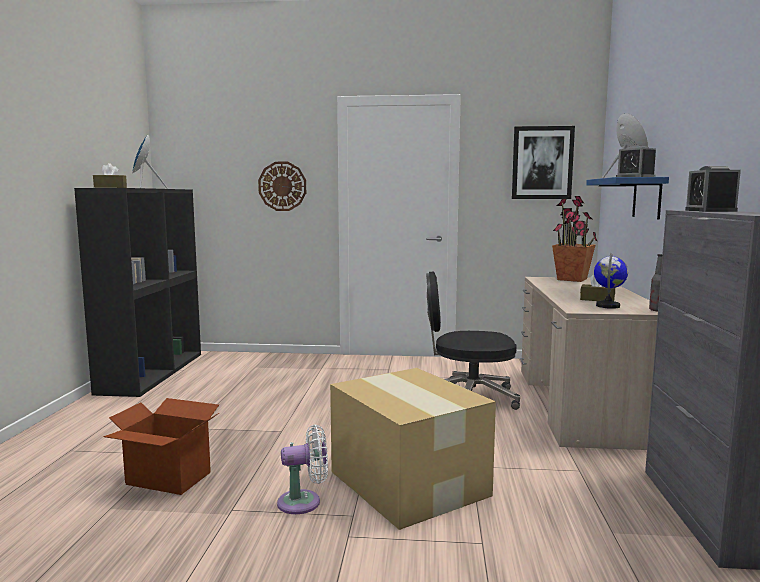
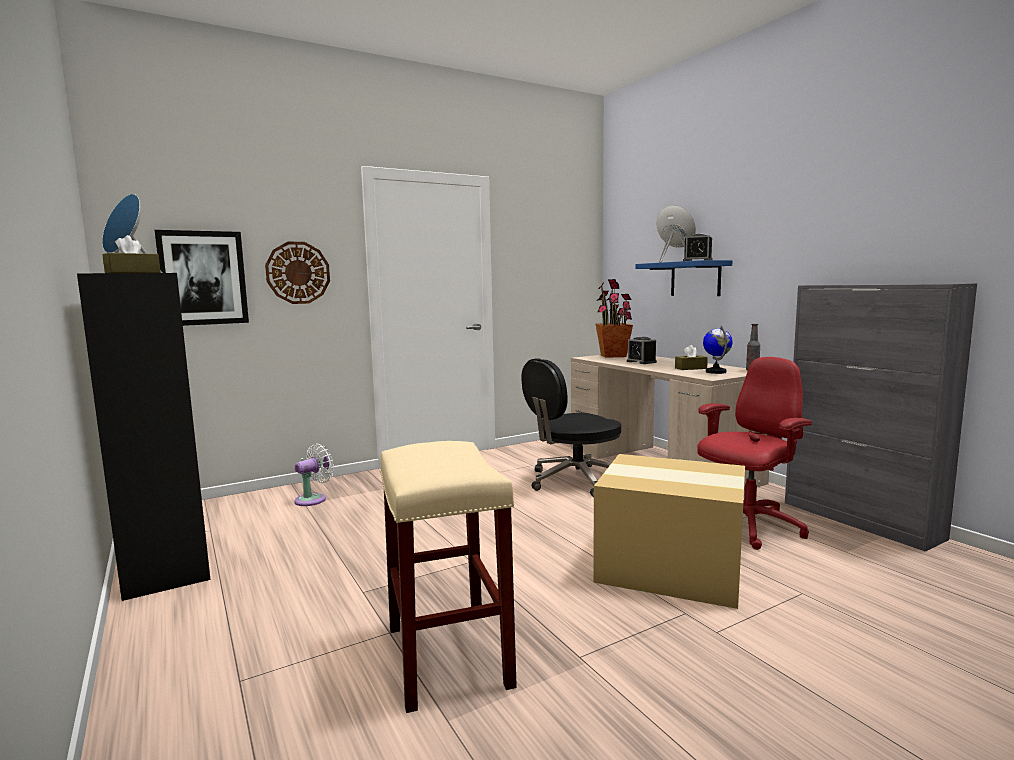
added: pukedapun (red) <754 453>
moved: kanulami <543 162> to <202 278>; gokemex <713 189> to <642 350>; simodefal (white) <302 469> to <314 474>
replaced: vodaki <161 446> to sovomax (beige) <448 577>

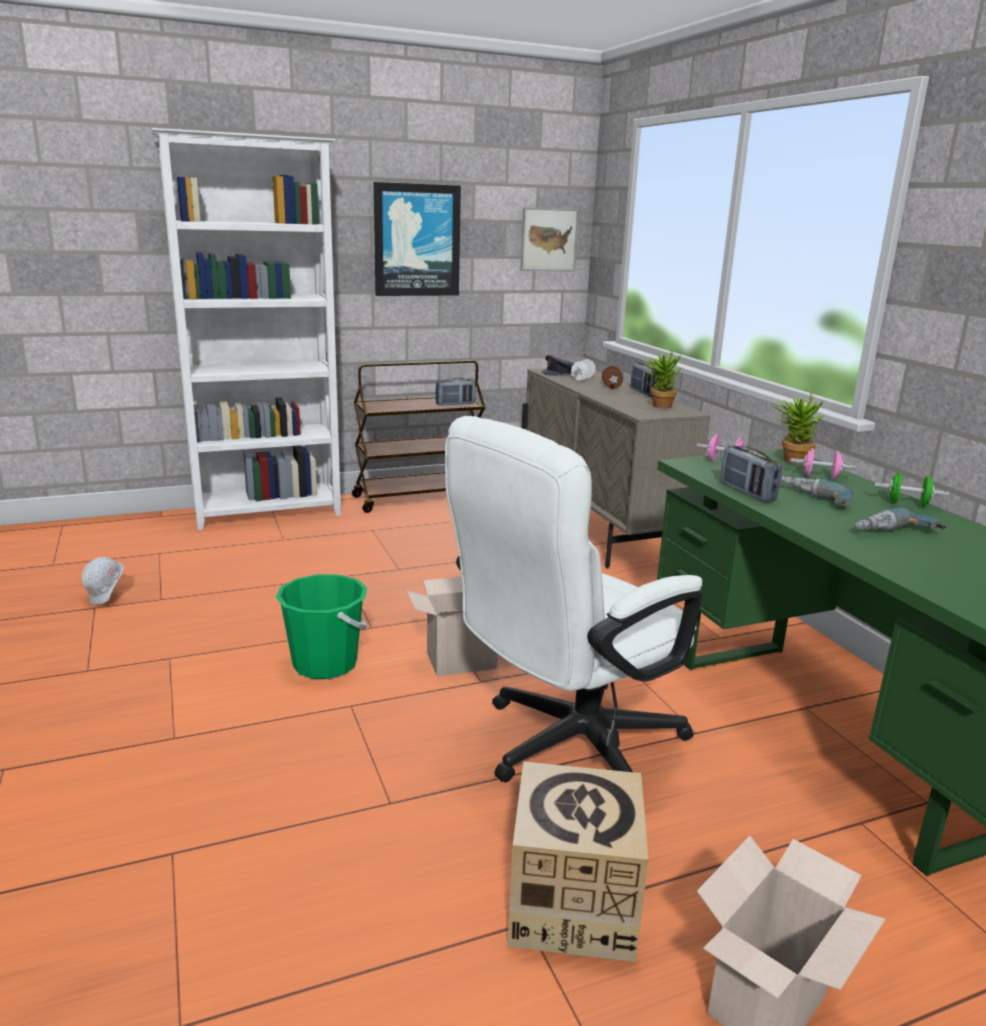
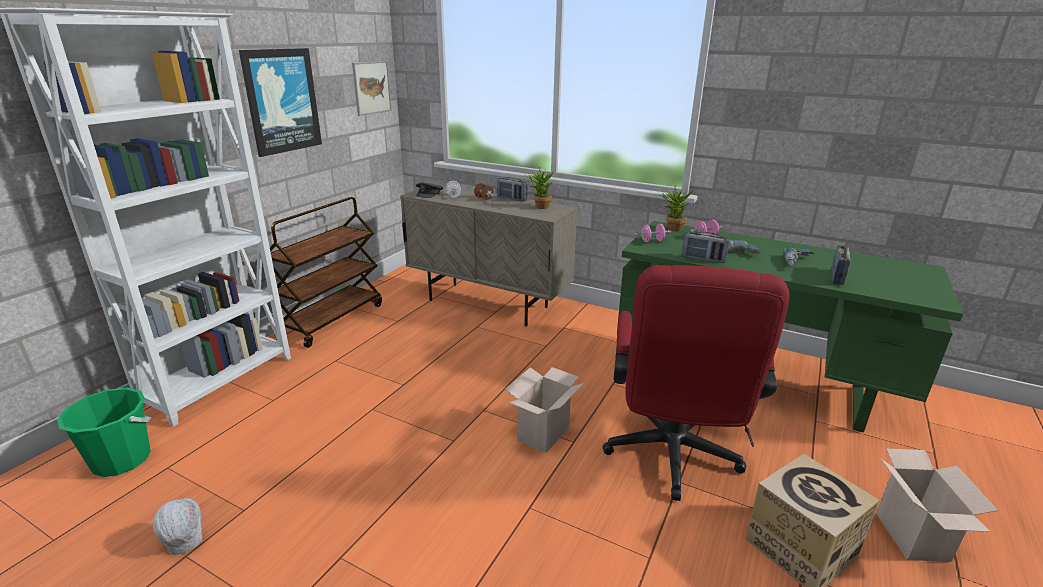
removed: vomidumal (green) <911 489>
moved: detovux <455 391> to <841 265>; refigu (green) <321 626> to <104 432>
recoloured: pukedapun (white) <573 599> to pukedapun (red) <696 383>

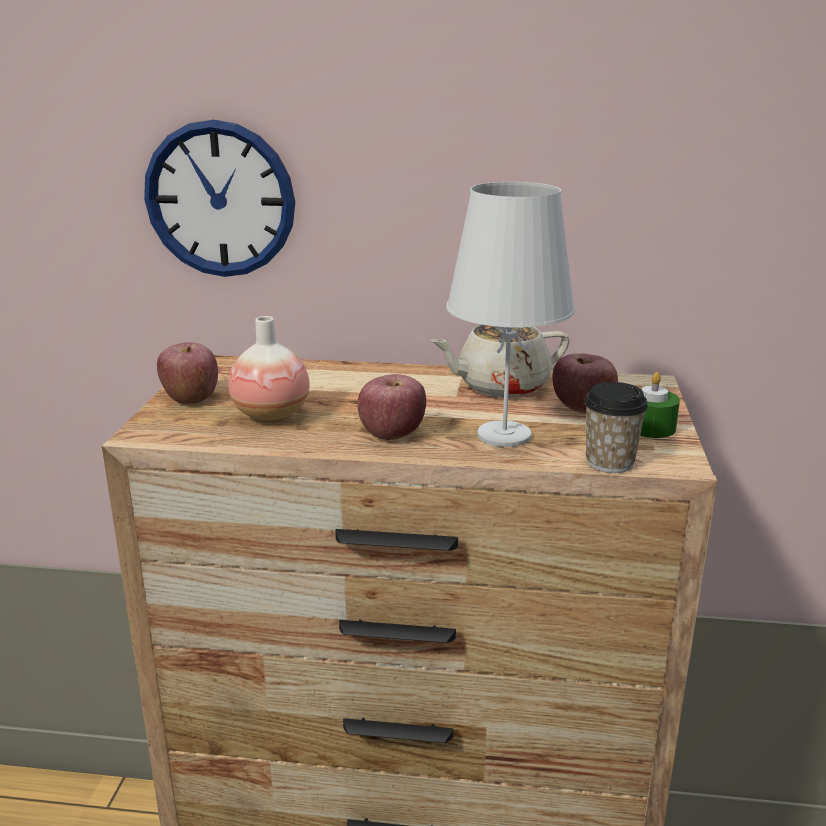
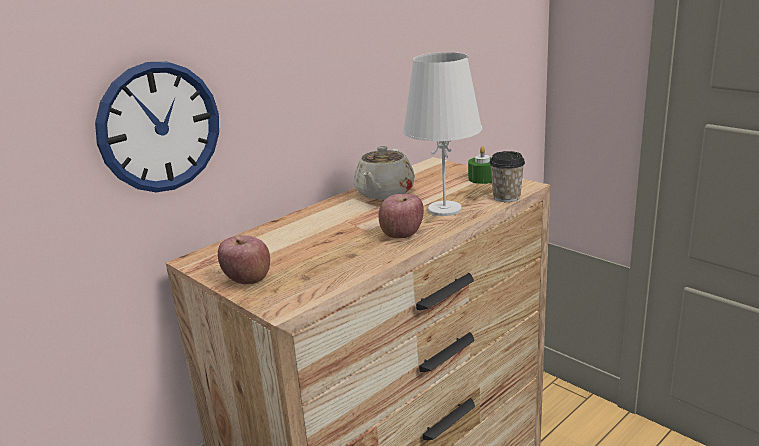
removed: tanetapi <268 369>; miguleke <585 383>

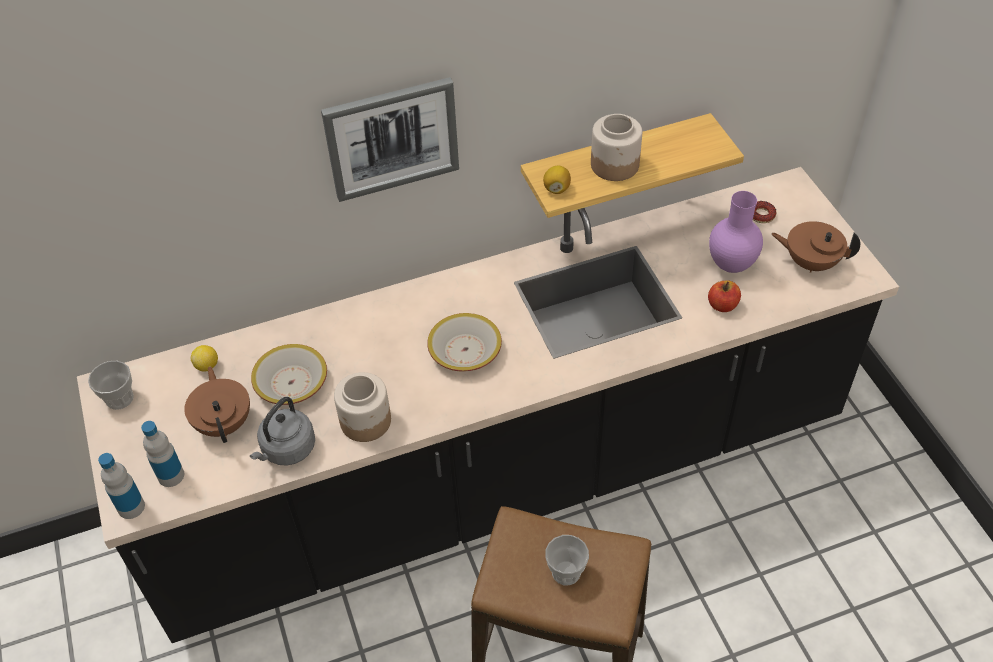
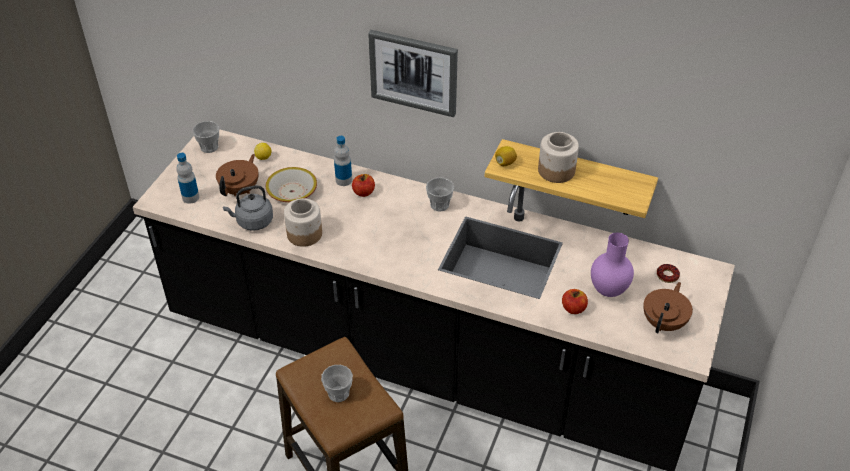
removed: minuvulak <464 342>
added: miguleke <363 185>; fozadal <440 194>
moved: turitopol <121 486> to <343 161>
turned: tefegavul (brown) <815 247> = <668 307> 60 degrees clockwise

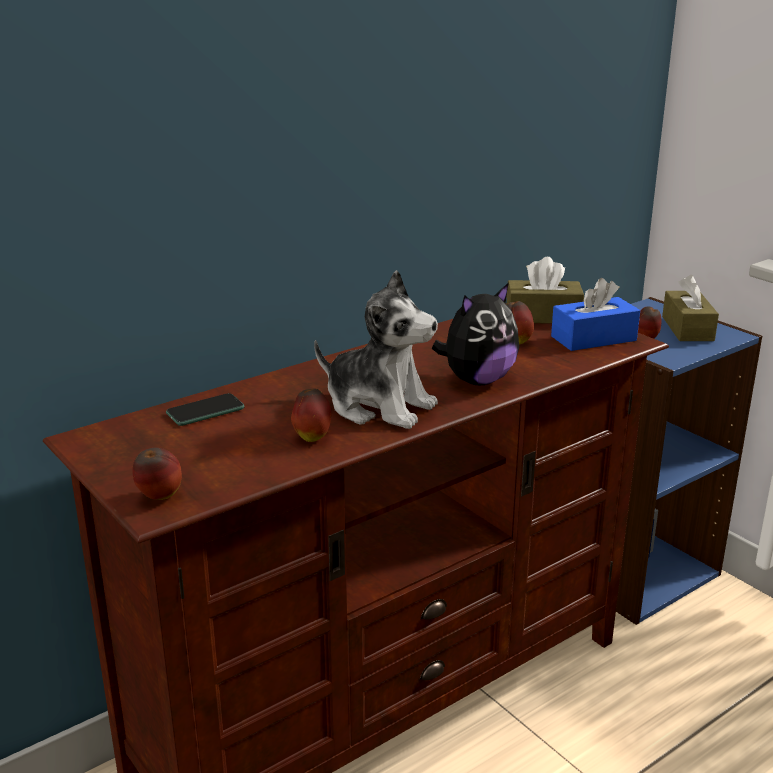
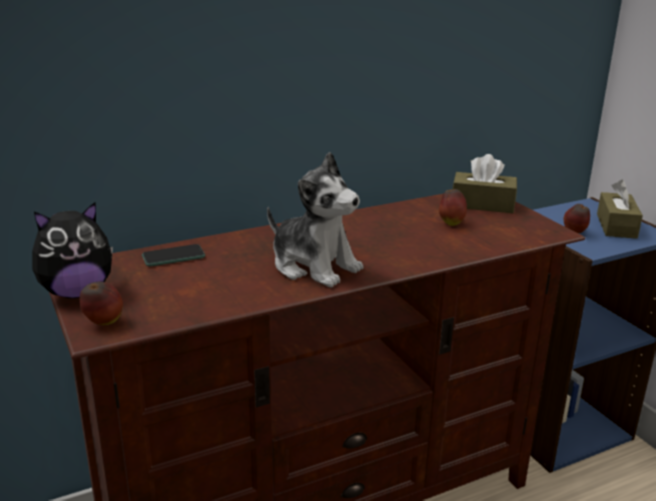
removed: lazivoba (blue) <595 314>; miguleke <311 415>
moved: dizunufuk <475 334> to <72 250>

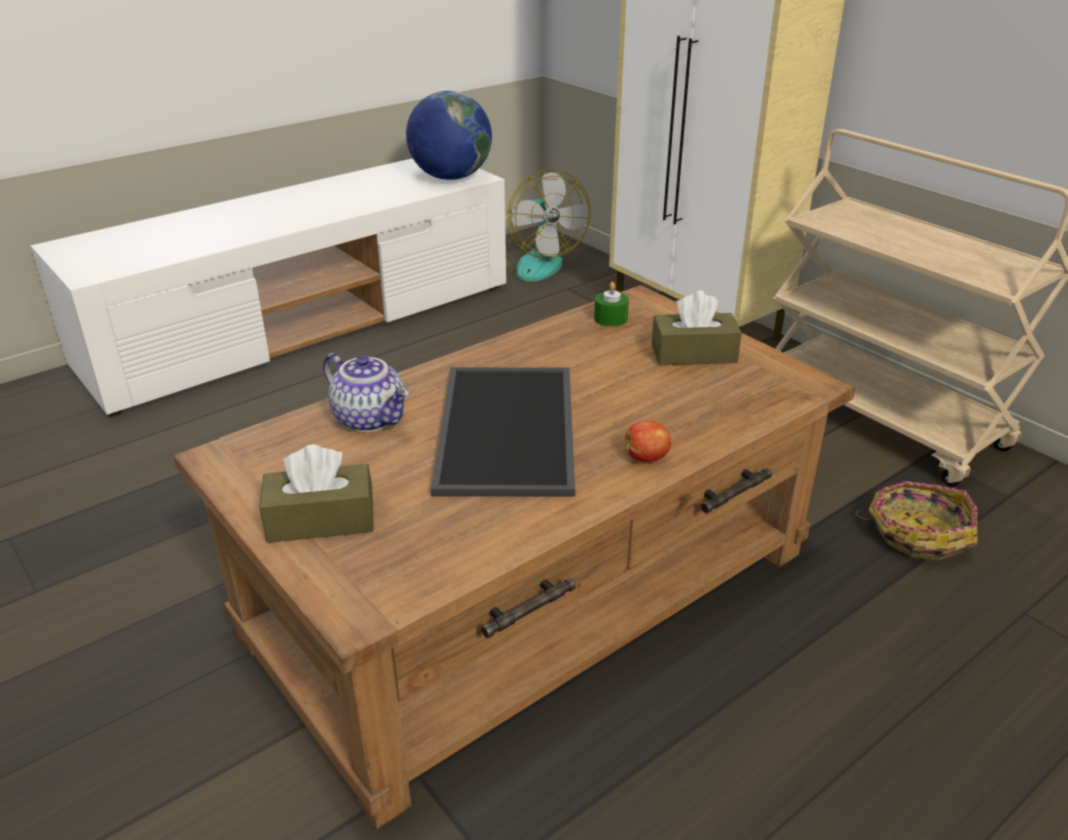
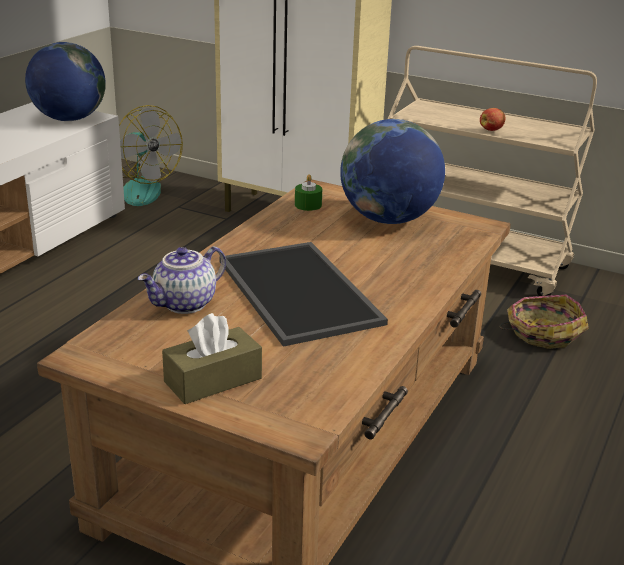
moved: miguleke <648 441> to <492 119>
replaced: lazivoba (brown) <697 328> to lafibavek <392 171>
turned: tefegavul <366 392> = <182 280> 120 degrees clockwise

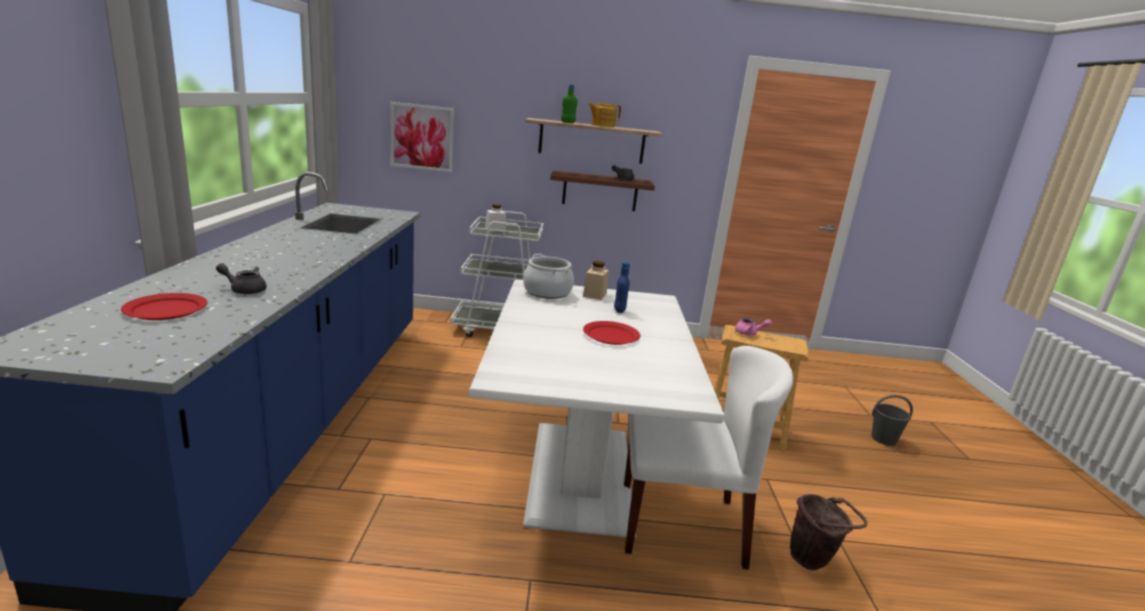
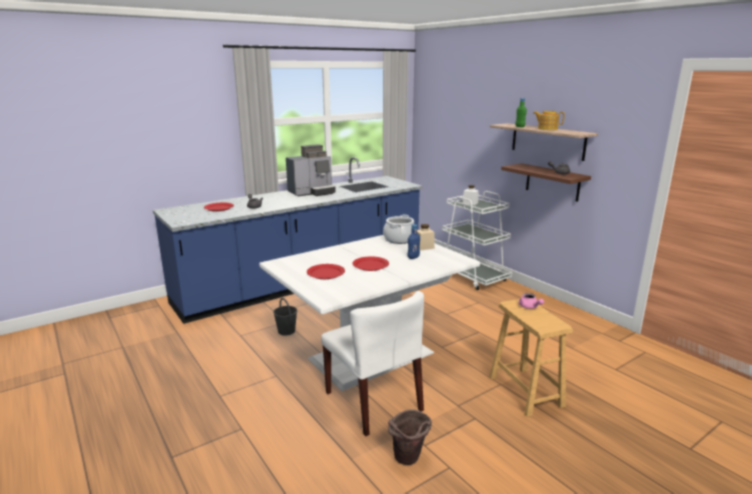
removed: kanulami <422 137>
added: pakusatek <311 170>; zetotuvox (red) <326 271>
moved: refigu (grey) <892 420> to <285 317>

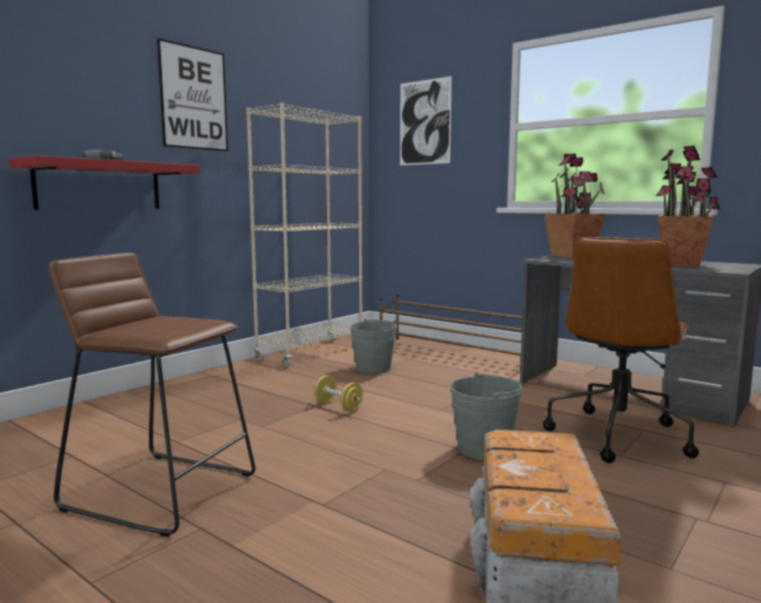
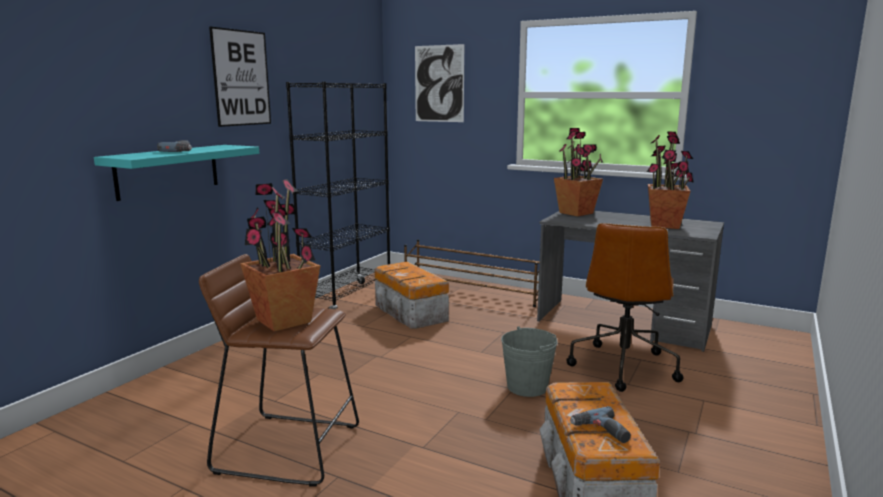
removed: vomidumal (yellow) <338 393>
added: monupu <280 255>; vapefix <600 424>
replaced: refigu (grey) <373 346> to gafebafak <412 295>
recoloured: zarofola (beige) <304 235> to zarofola (black) <338 195>; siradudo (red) <105 182> to siradudo (turquoise) <176 173>

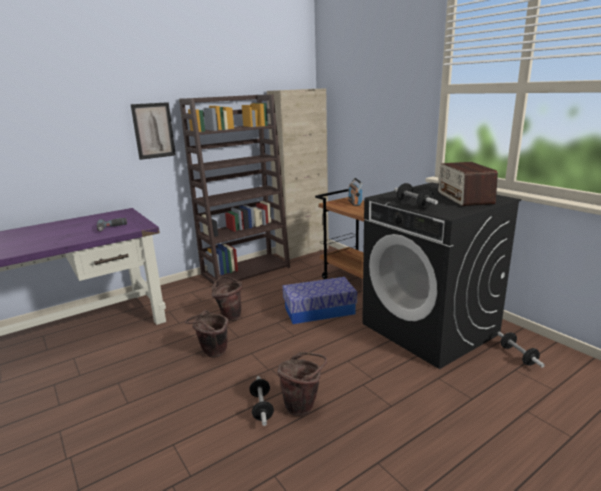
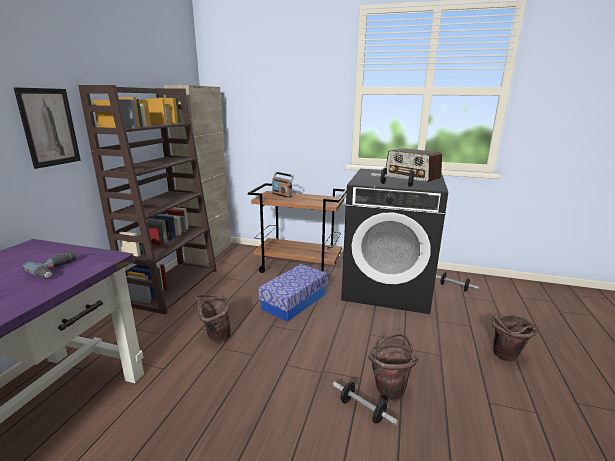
moved: refigu (brown) <206 334> to <514 338>

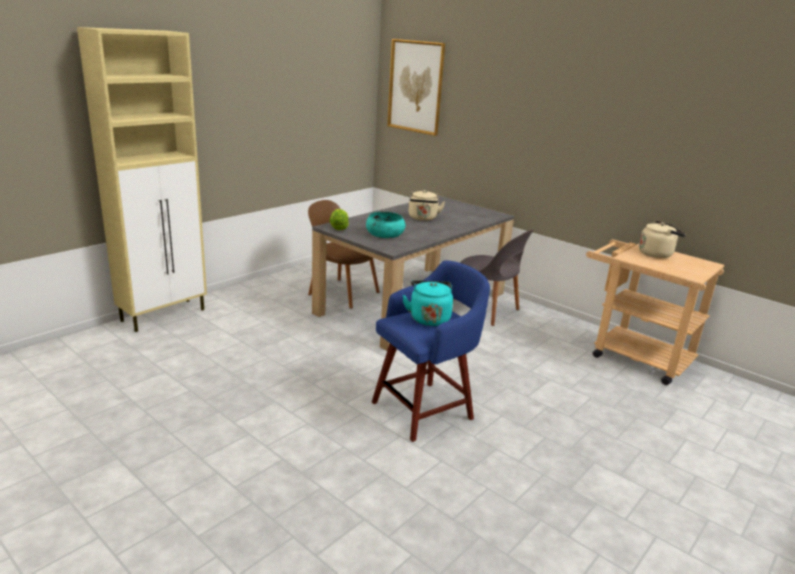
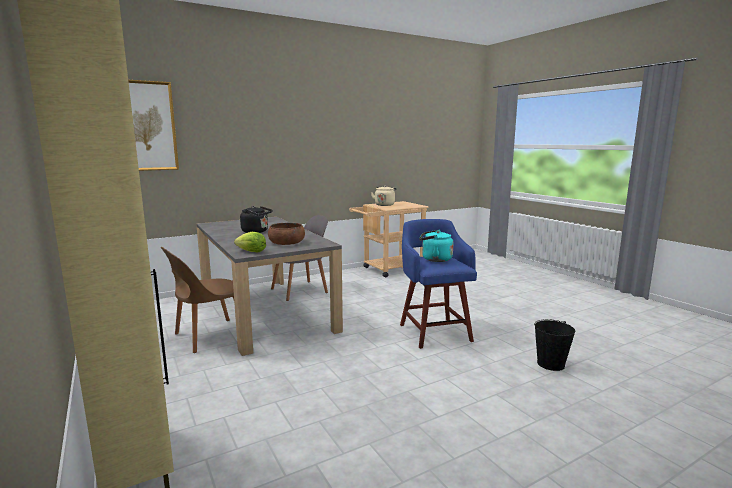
added: refigu (black) <554 345>
recoloured: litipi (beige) <427 205> to litipi (black) <256 219>; minuvulak (turquoise) <385 224> to minuvulak (brown) <286 234>

